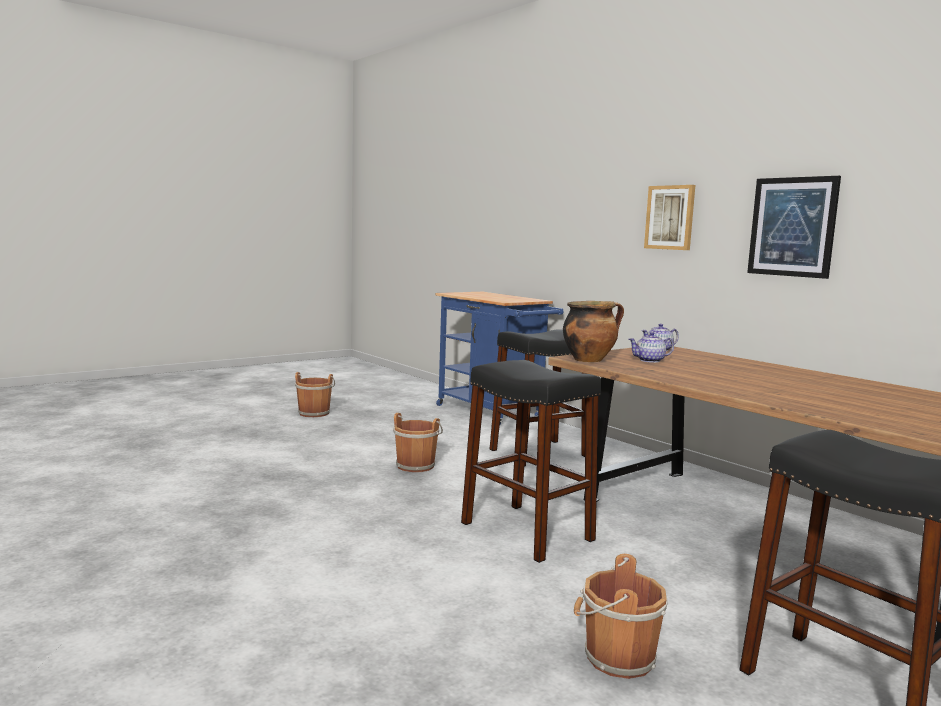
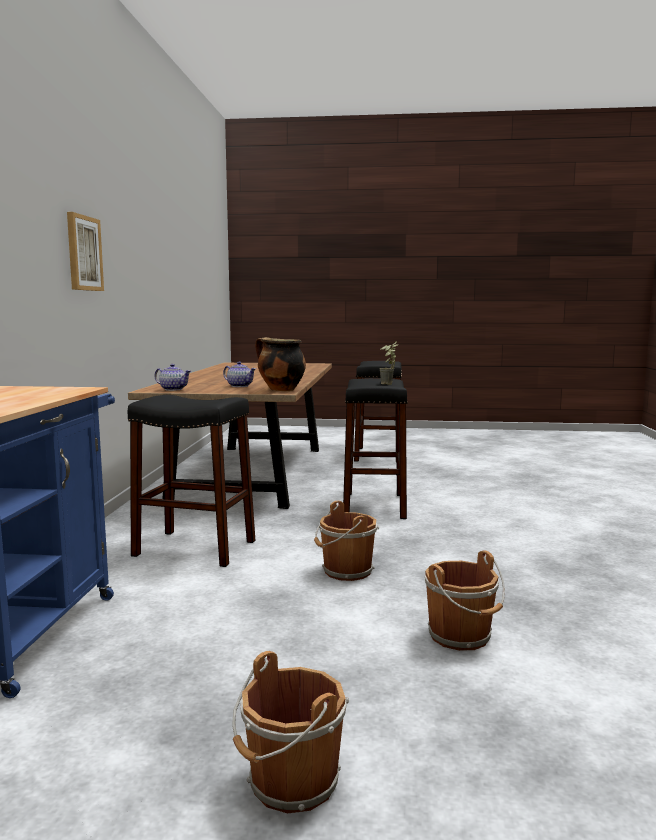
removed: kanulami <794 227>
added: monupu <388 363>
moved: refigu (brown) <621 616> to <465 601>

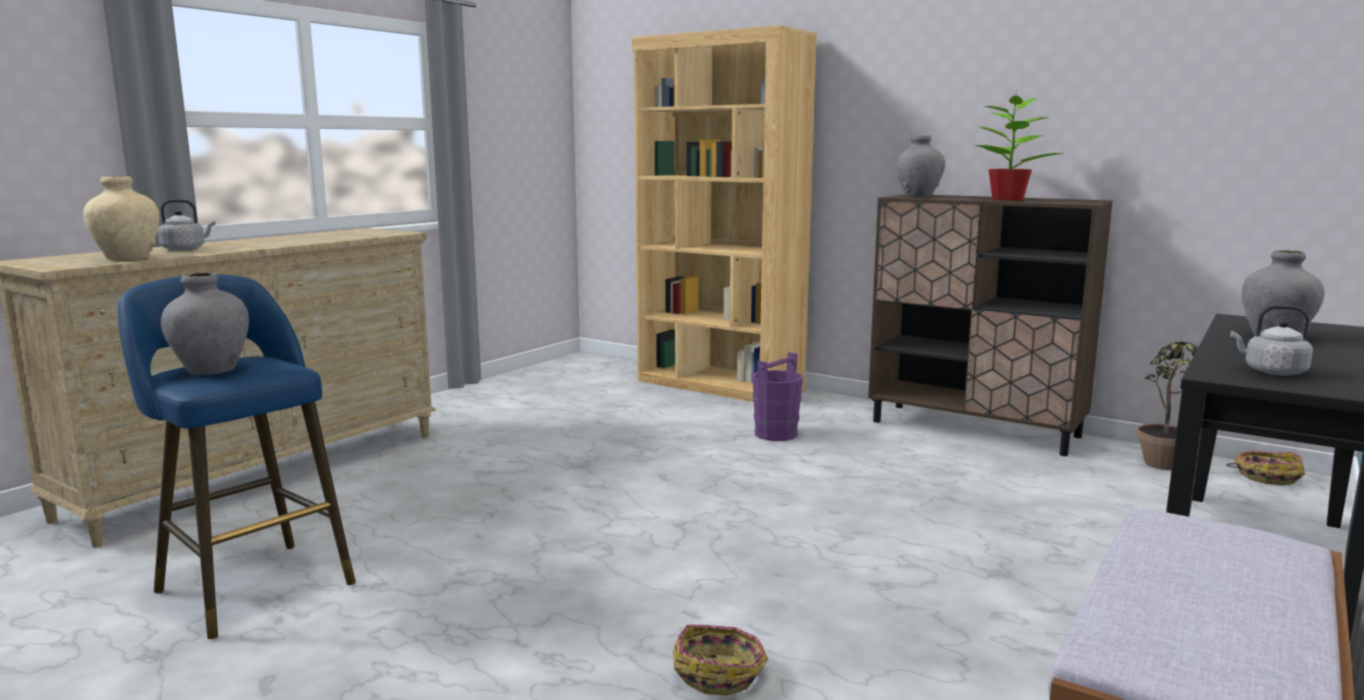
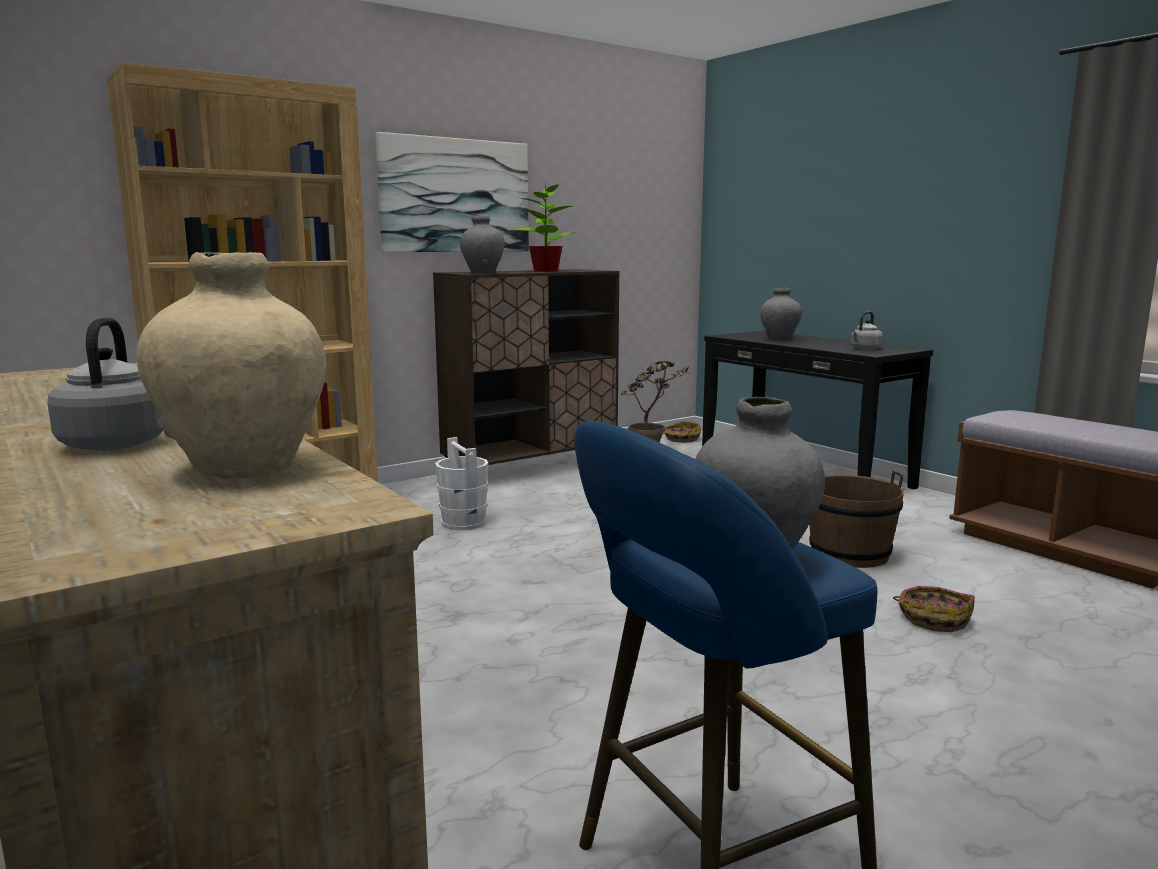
added: kanulami <452 192>; refigu (brown) <856 519>
recoloured: refigu (purple) <777 396> to refigu (white) <462 483>

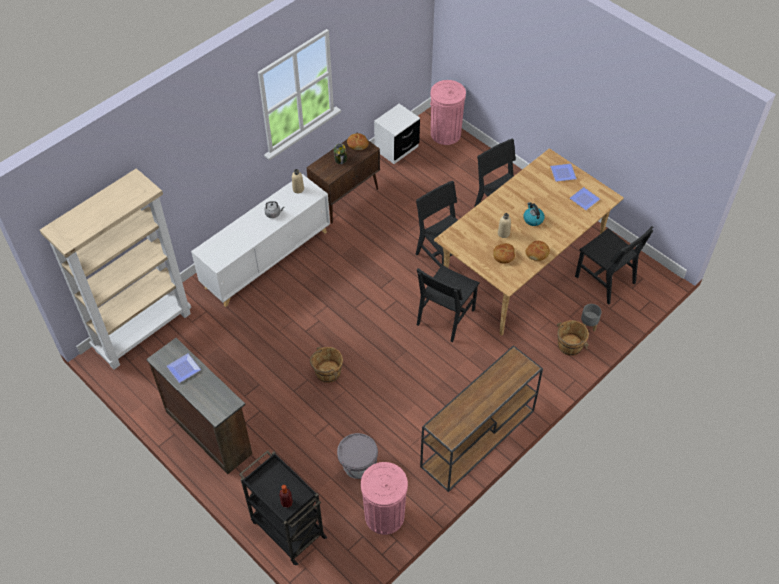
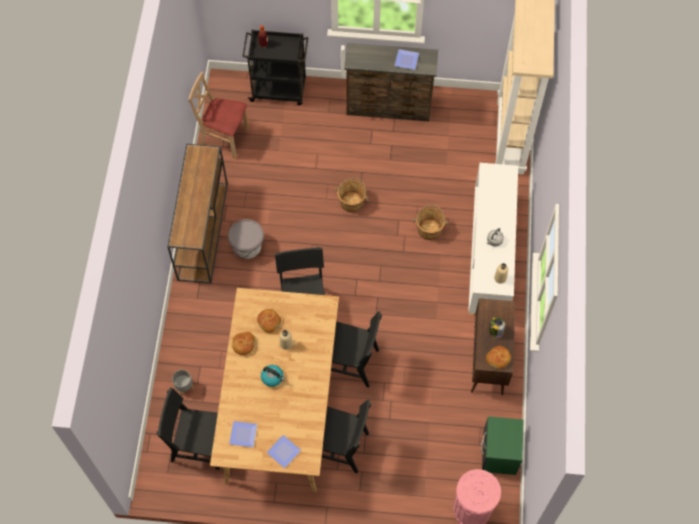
moved: refigu (brown) <573 338> to <431 222>; refigu (grey) <357 456> to <246 239>
replaced: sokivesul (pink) <384 498> to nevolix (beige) <218 115>
recoloured: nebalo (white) <397 134> to nebalo (green) <502 445>

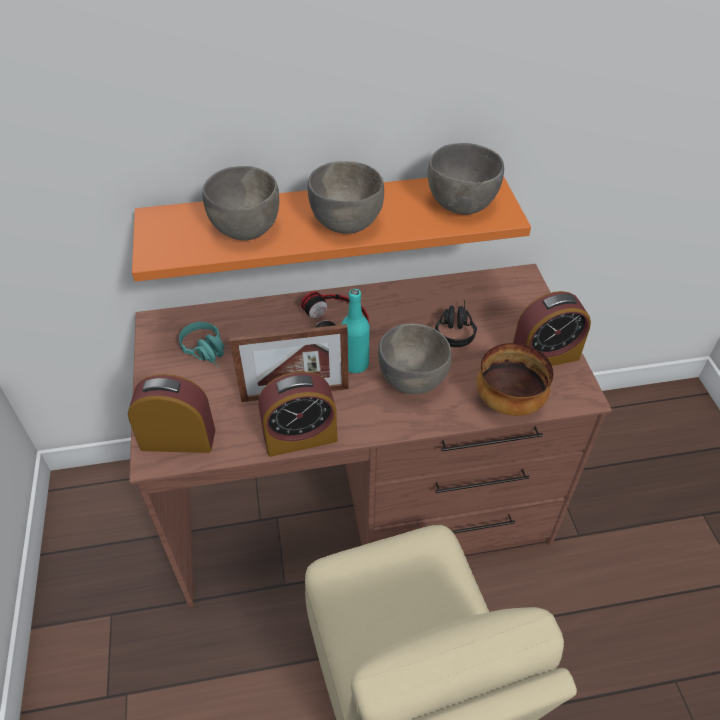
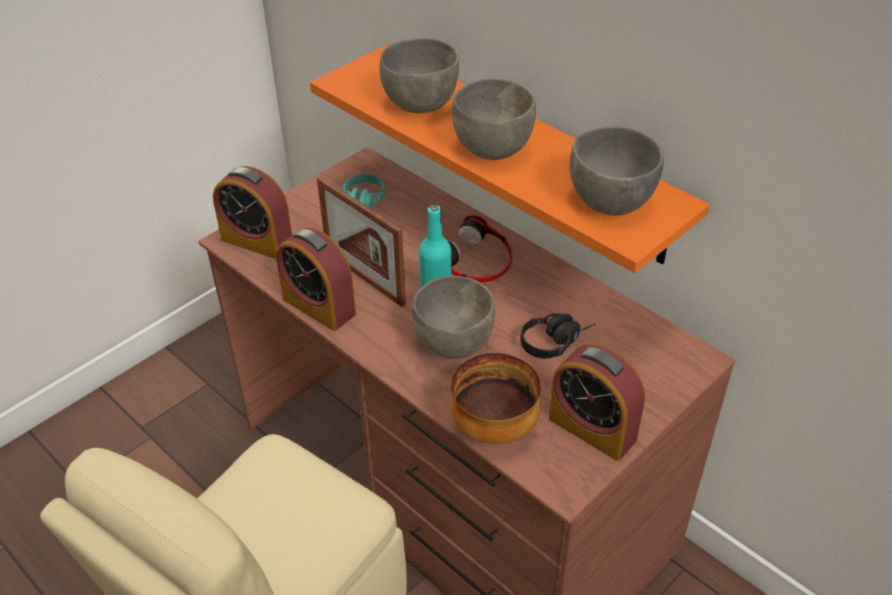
turned: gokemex <171 413> = <252 212> 150 degrees clockwise

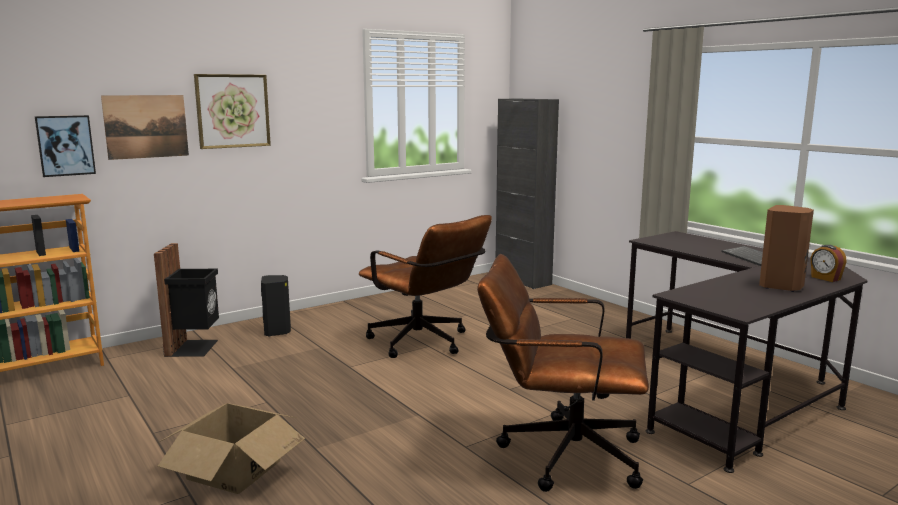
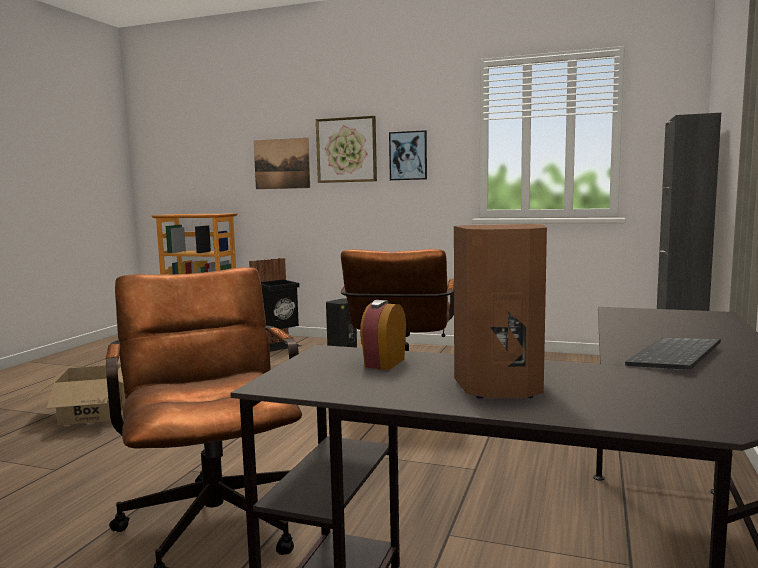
moved: kanulami <65 146> to <408 155>; gokemex <828 263> to <383 335>

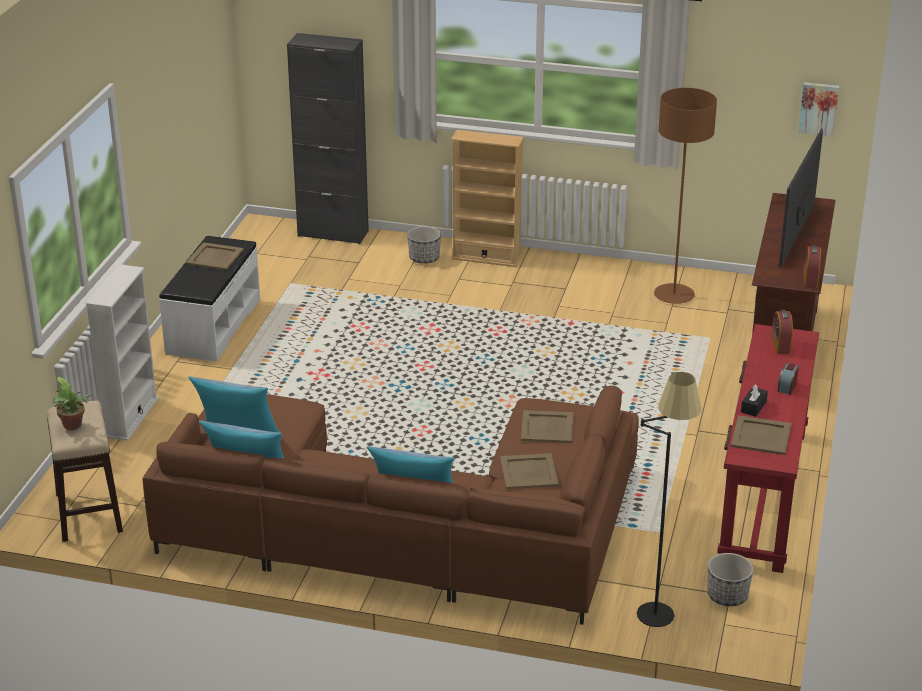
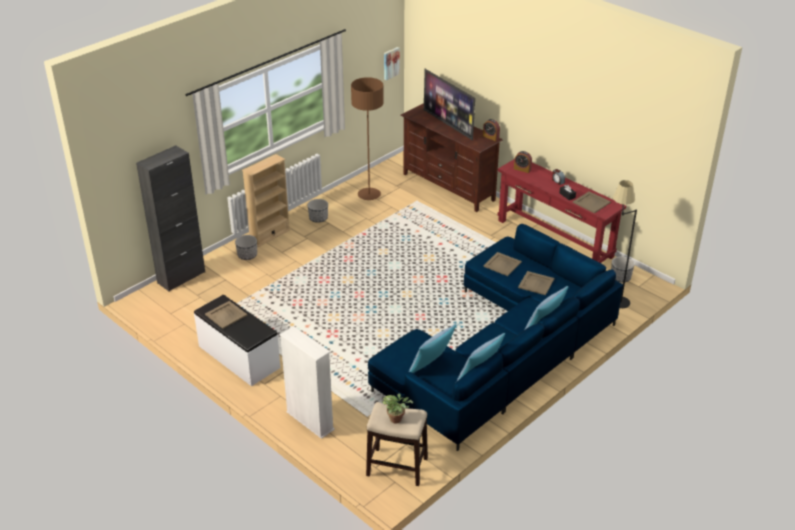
added: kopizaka <317 211>
recoloured: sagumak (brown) <390 505> to sagumak (blue) <495 337>

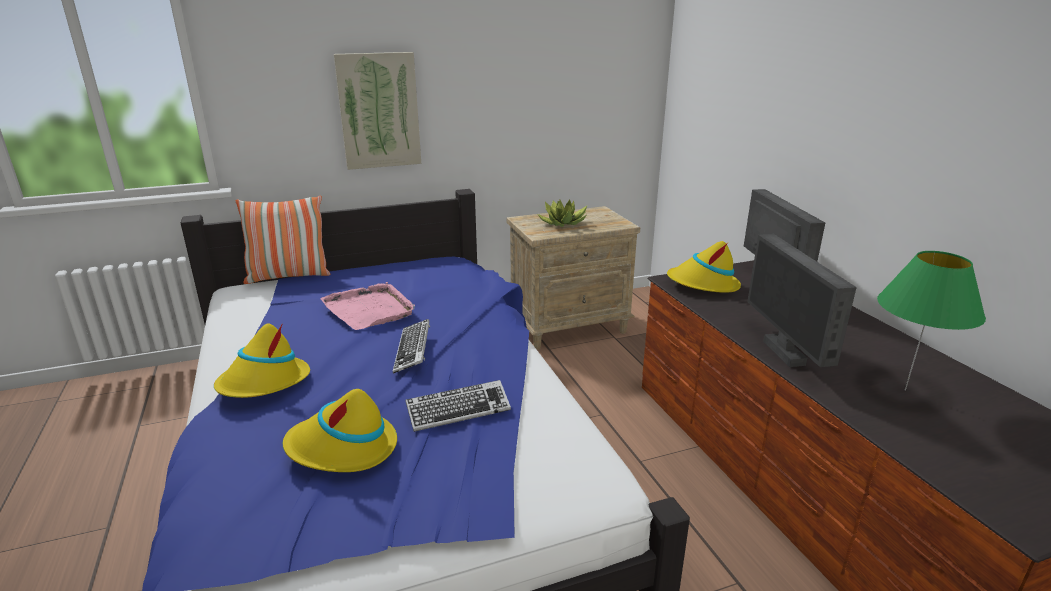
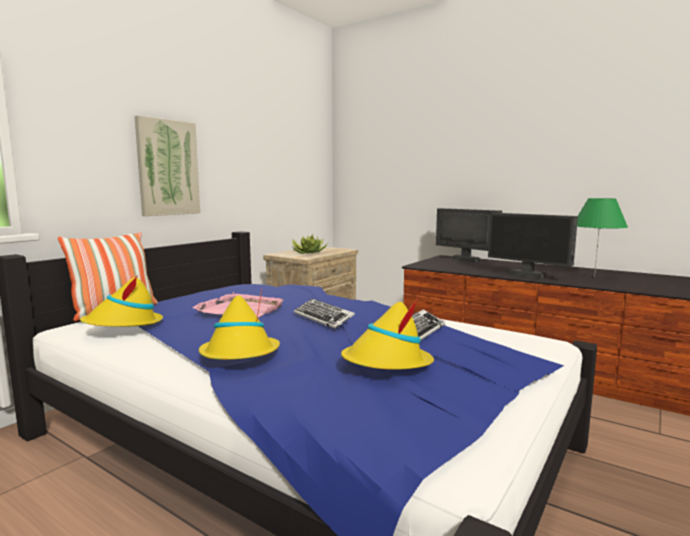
moved: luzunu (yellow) <704 267> to <121 301>

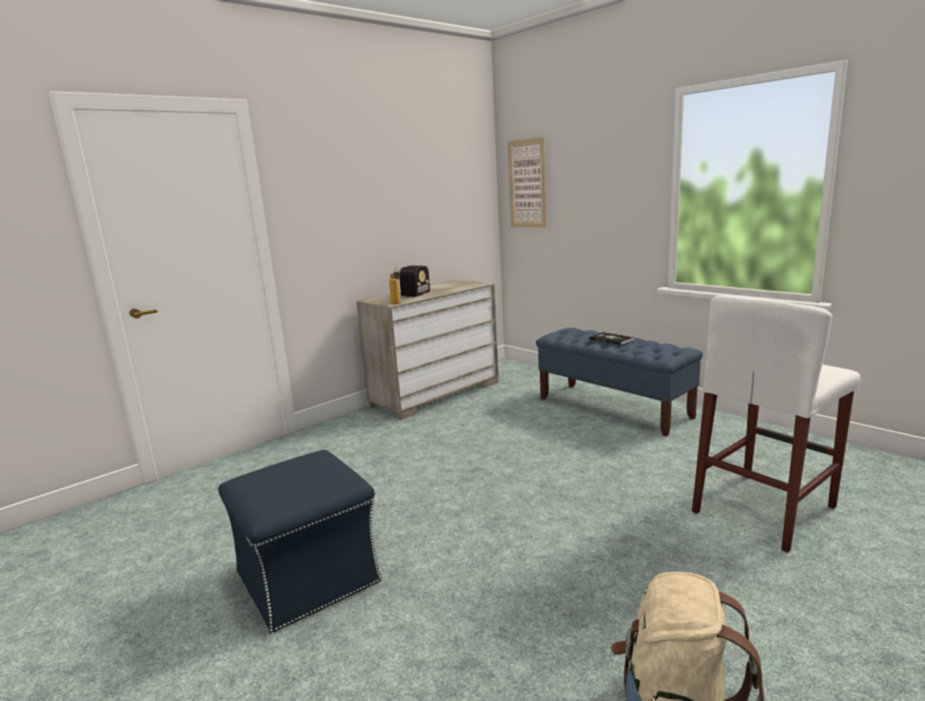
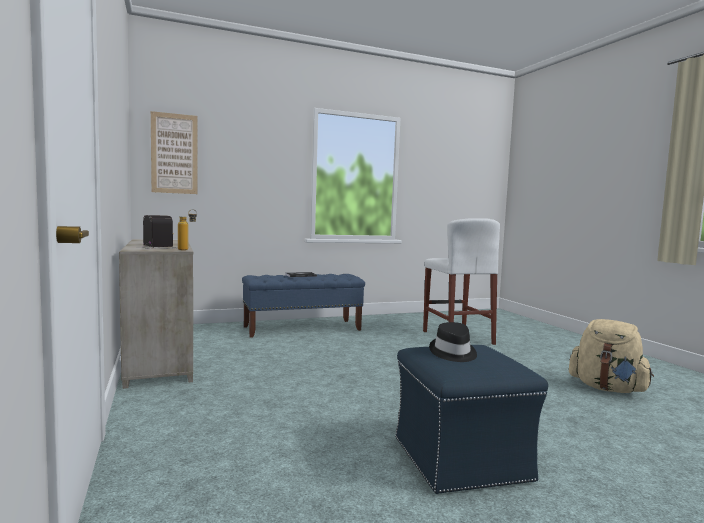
added: luzunu (black) <453 342>

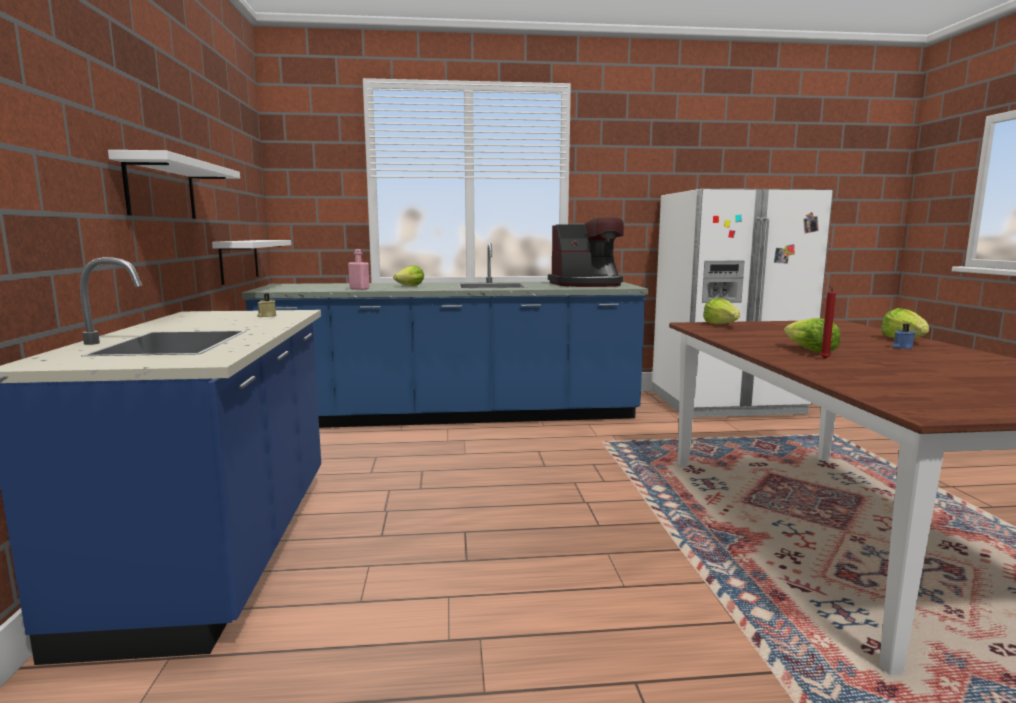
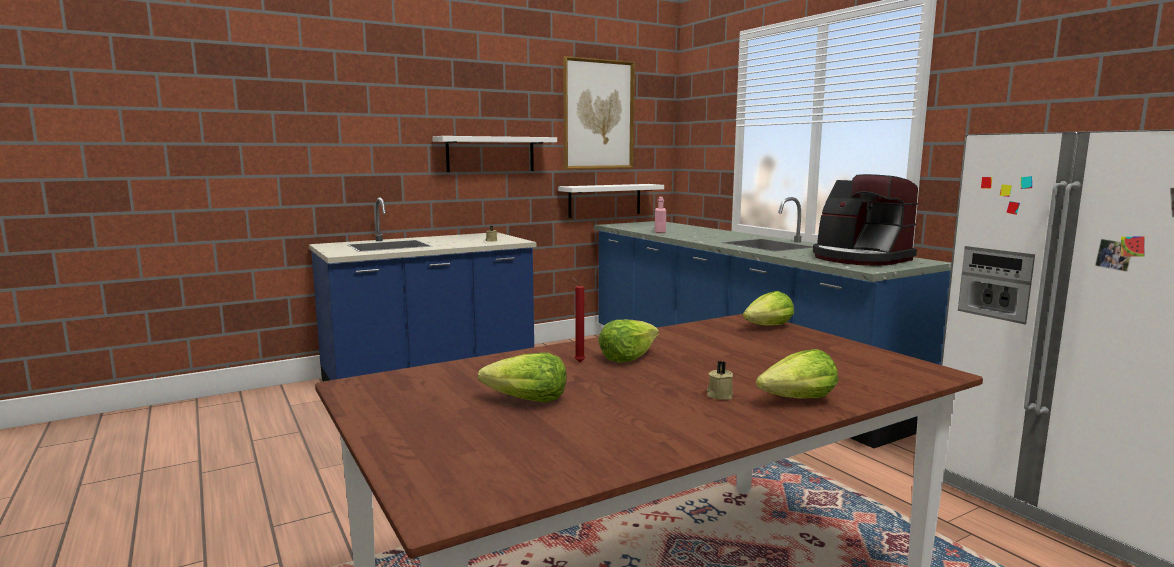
added: kanulami <599 112>
moved: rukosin <408 275> to <522 378>
recoloured: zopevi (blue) <903 336> to zopevi (beige) <720 380>

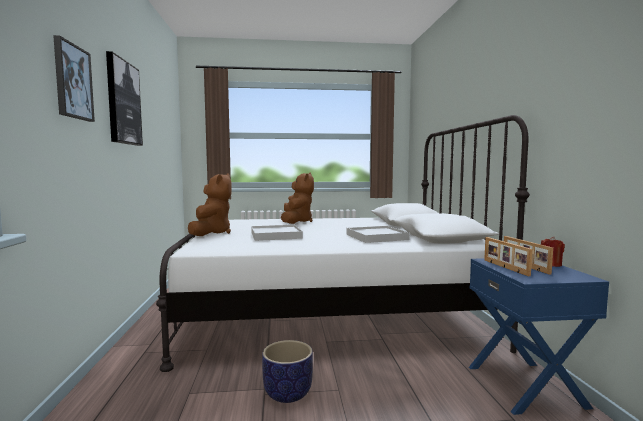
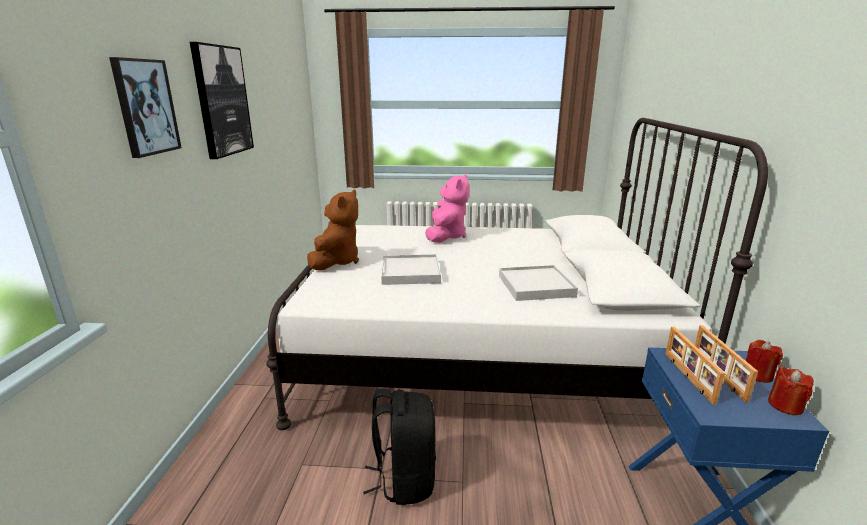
added: zopevi (red) <791 390>
replaced: kopizaka <287 371> to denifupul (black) <399 446>
recoloured: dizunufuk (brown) <297 198> to dizunufuk (pink) <447 208>

